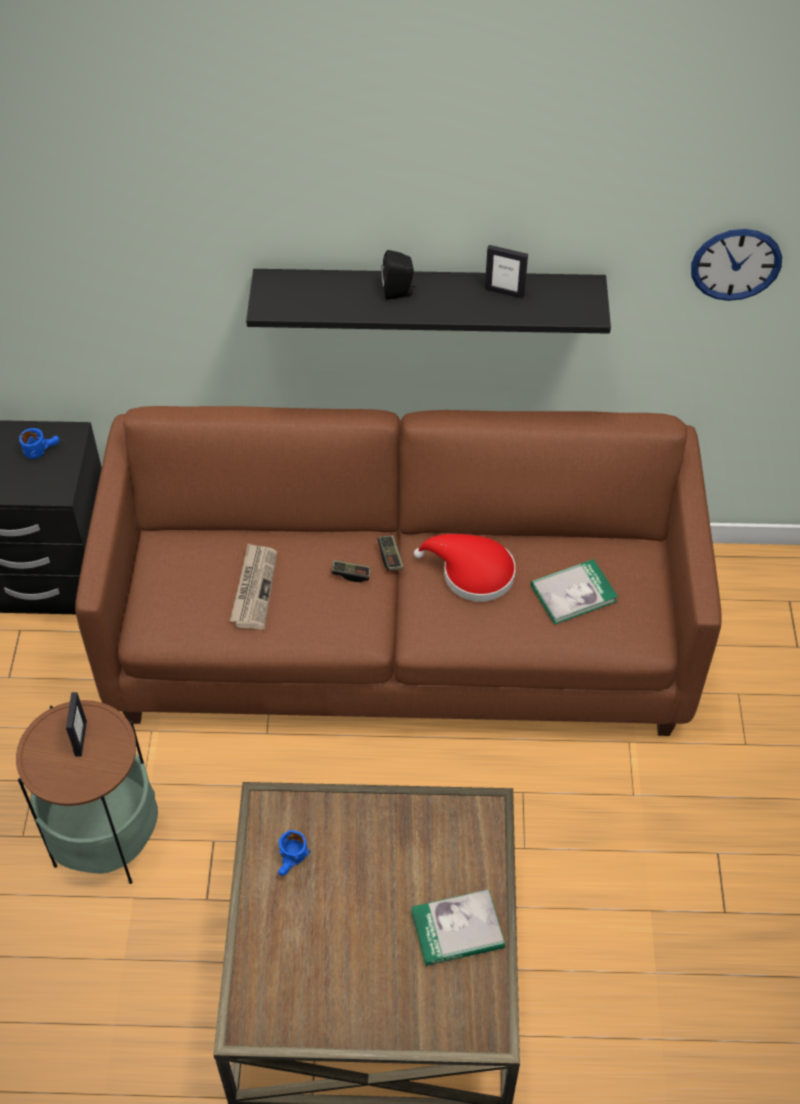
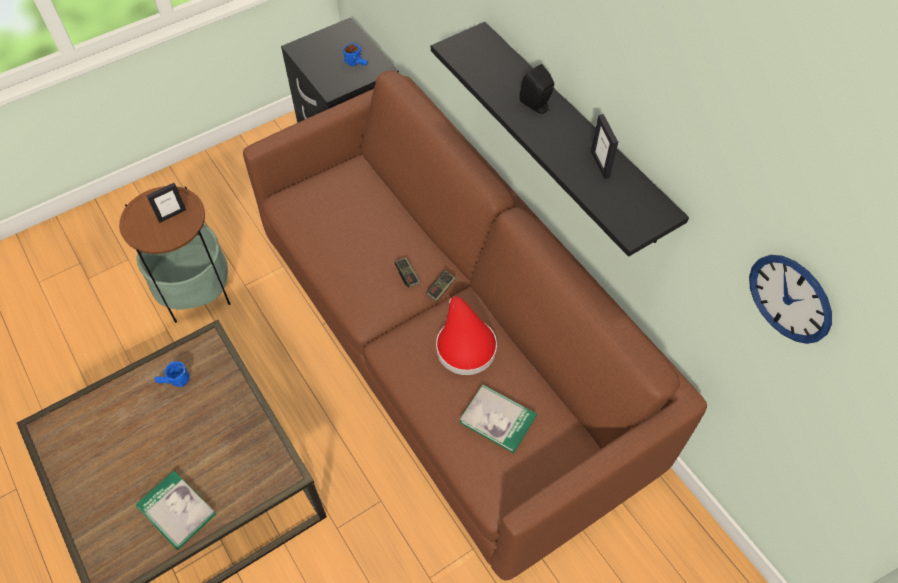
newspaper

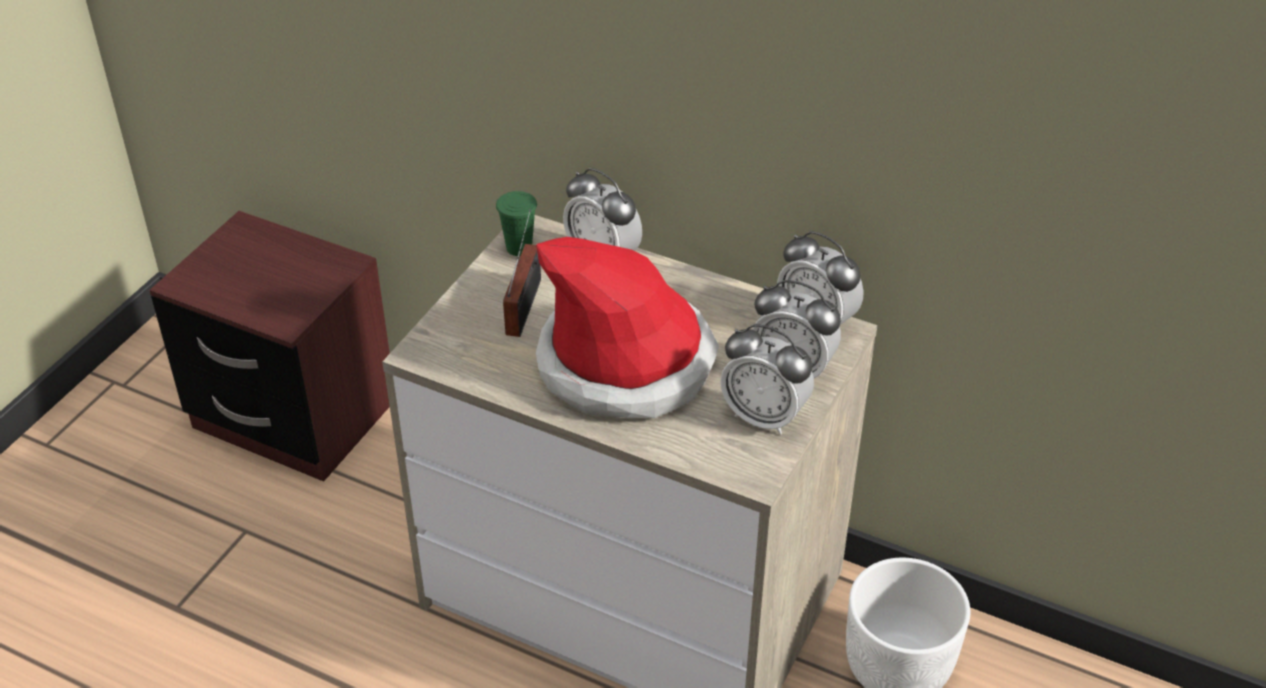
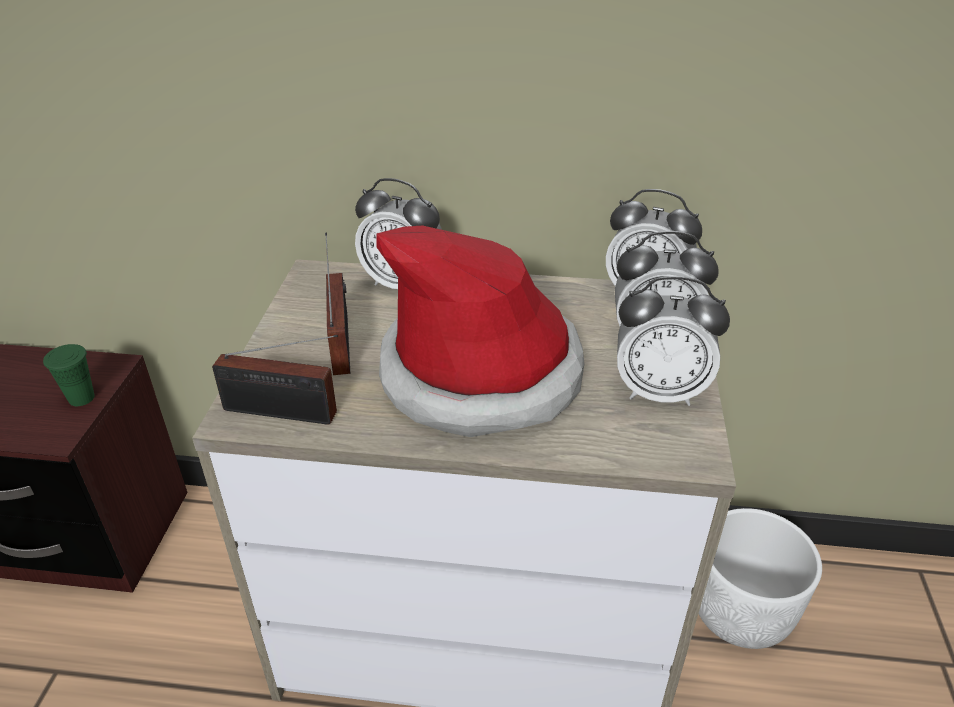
green cup
radio (no. 1 from left)

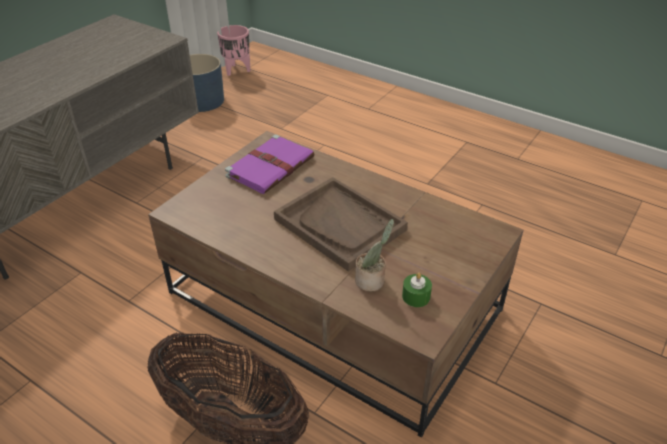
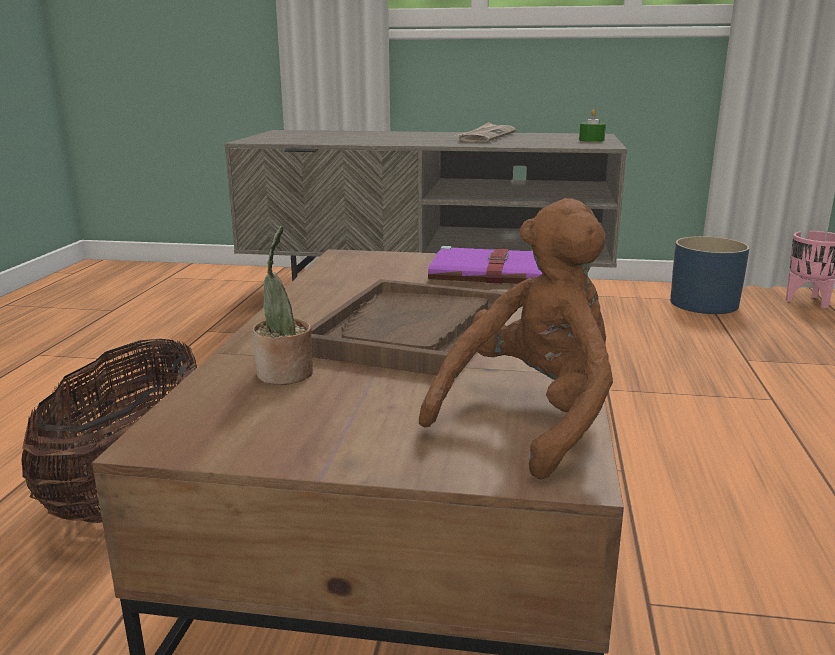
brown plush toy
newspaper
green candle

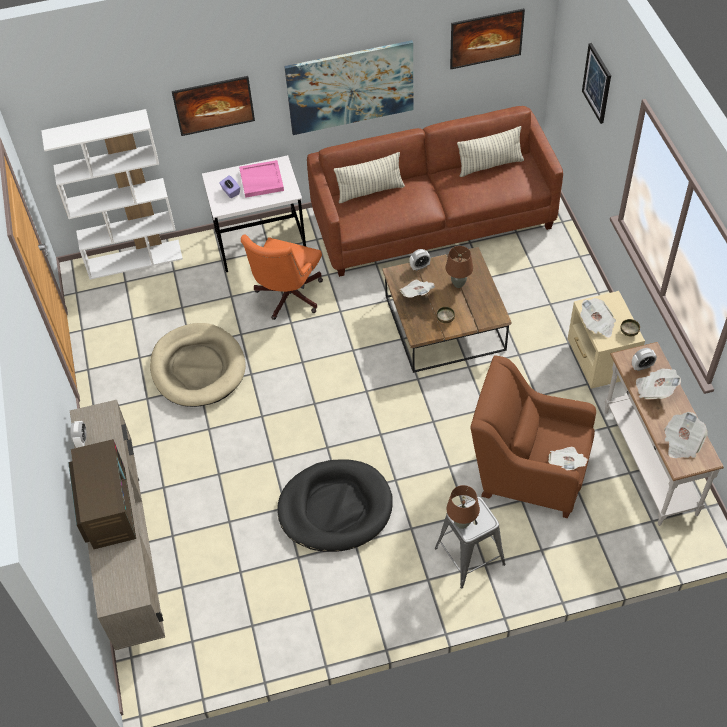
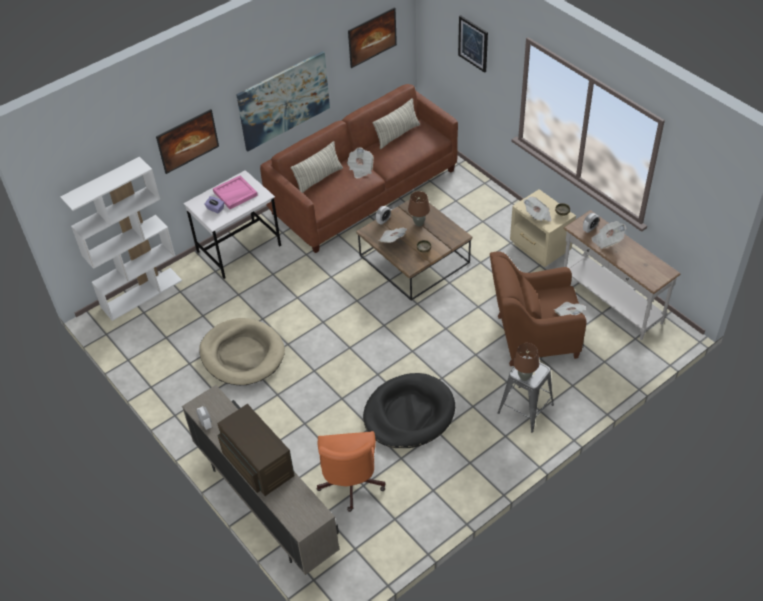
orange office chair
newspaper (no. 1 from left)

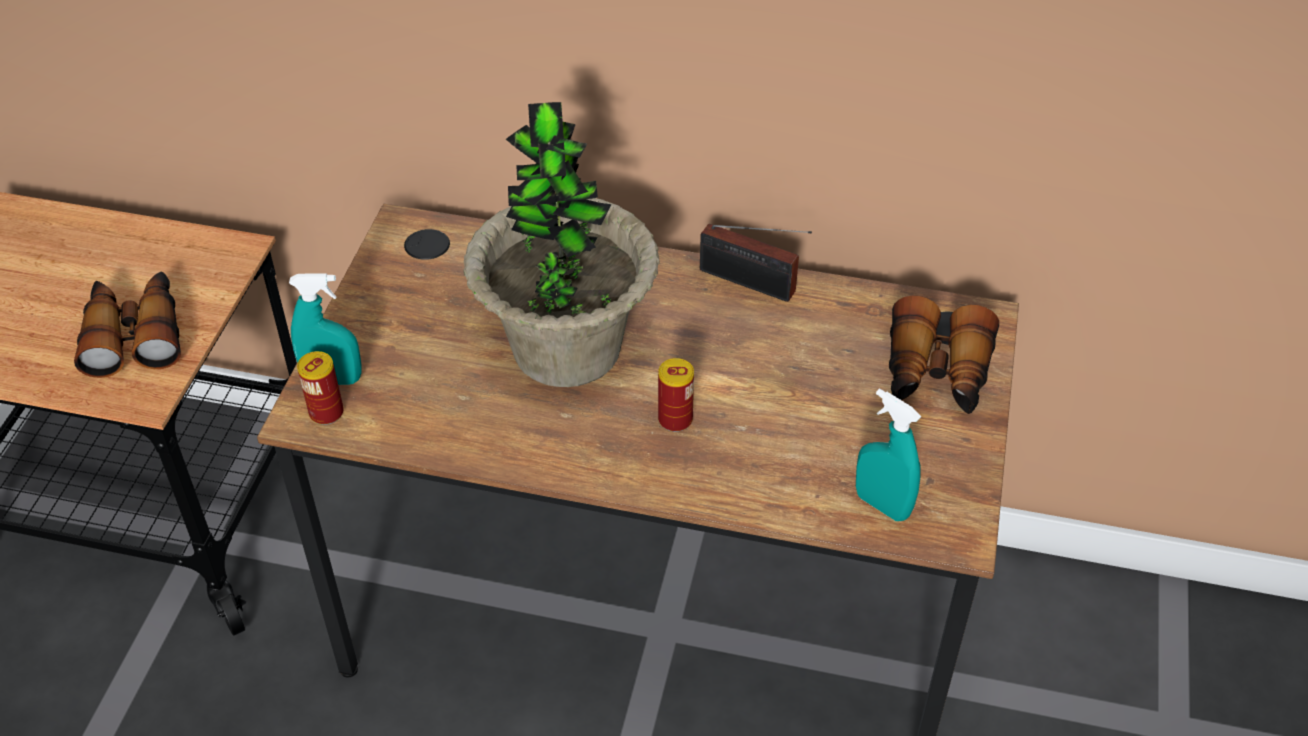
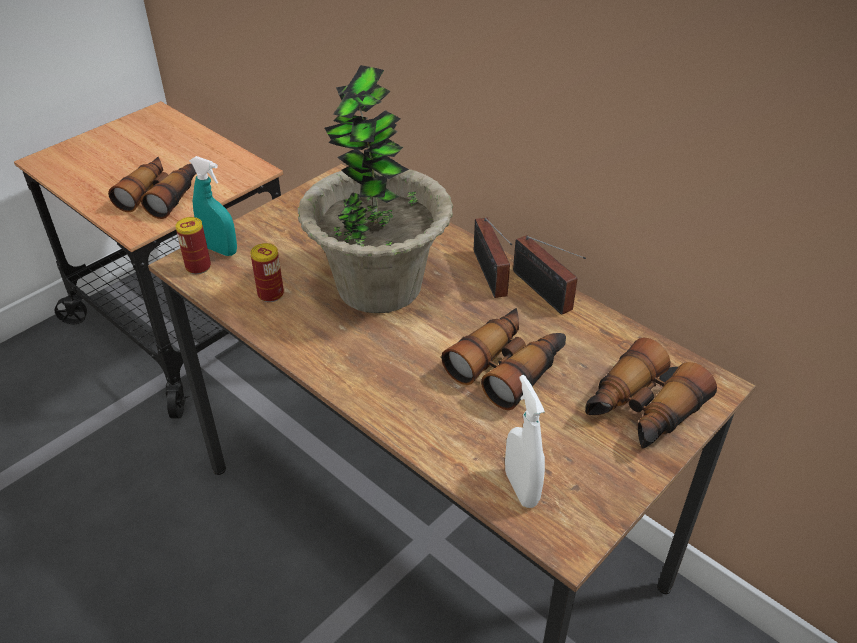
can (no. 2 from left)
binoculars (no. 2 from left)
radio (no. 1 from left)
white spray bottle

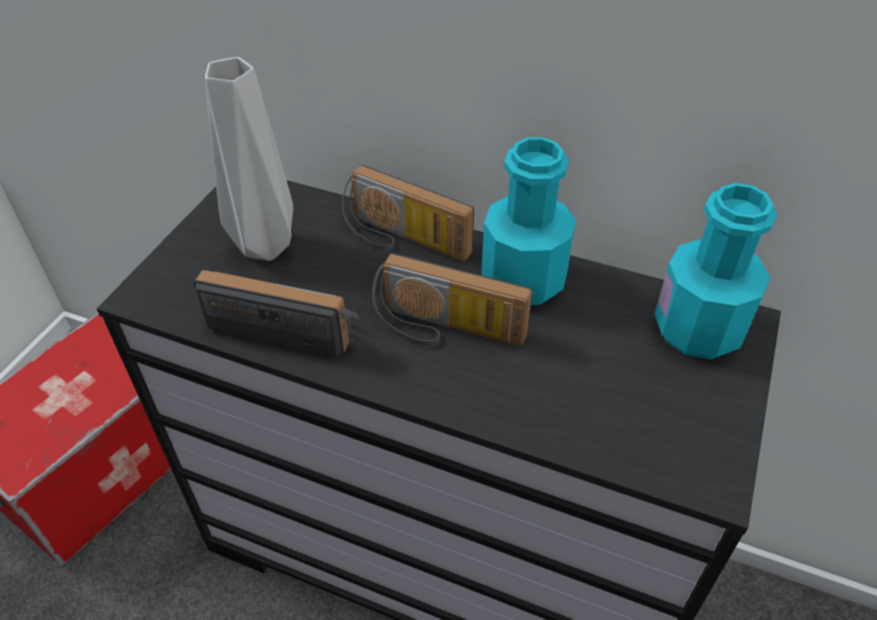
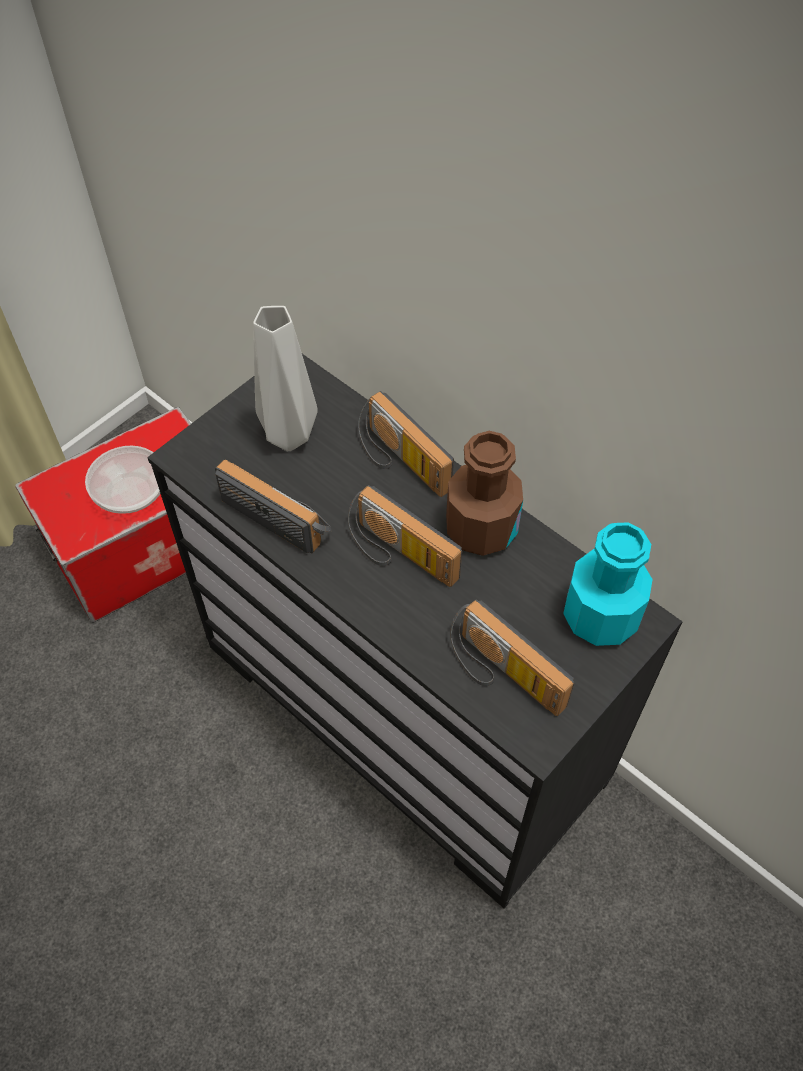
bowl
brown bottle
radio (no. 4 from left)

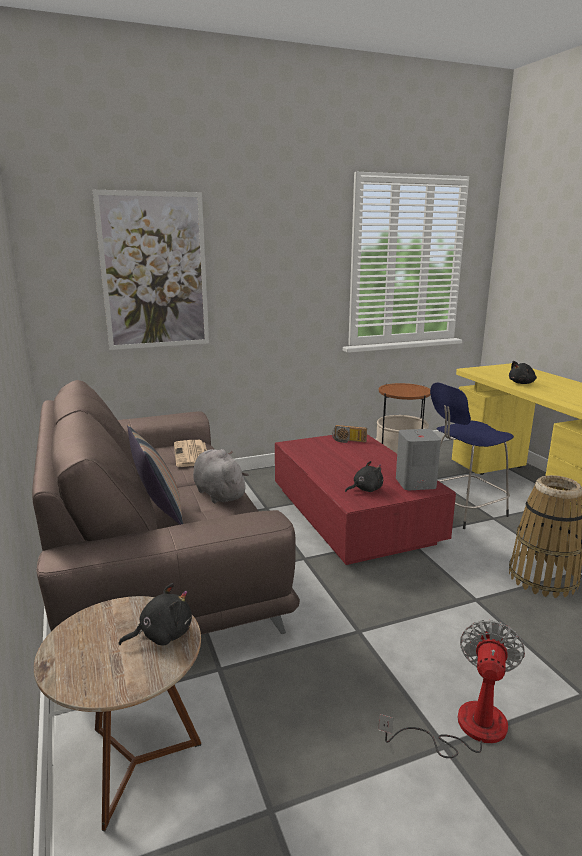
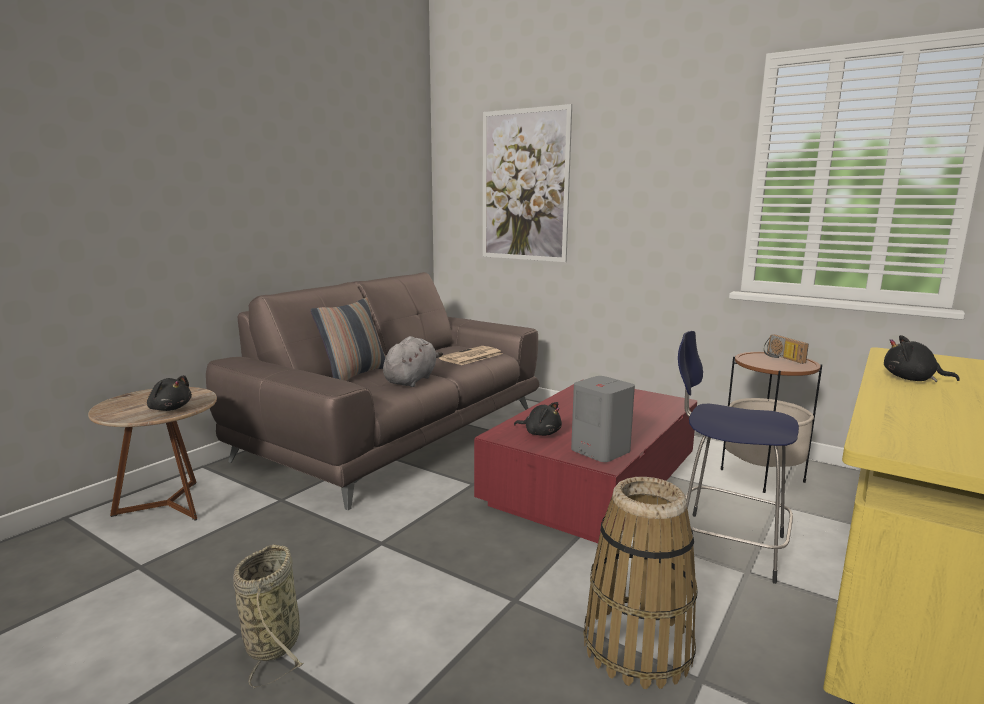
basket (no. 1 from left)
radio

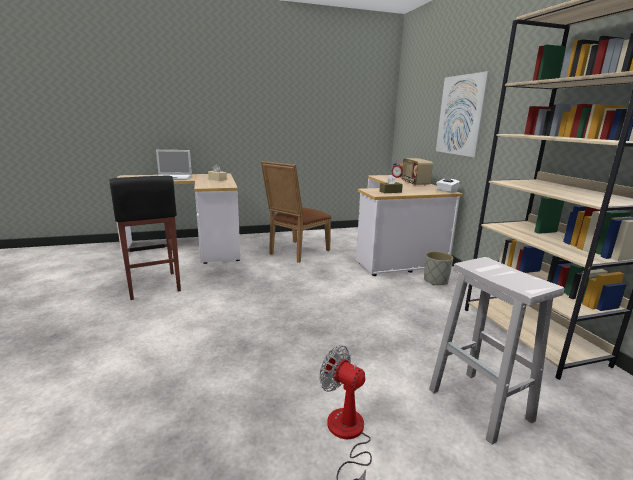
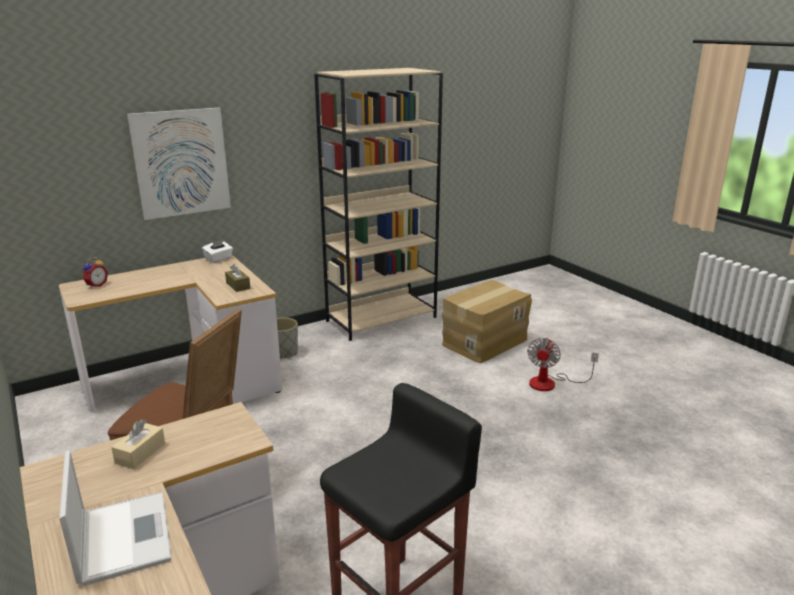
cardboard box
radio

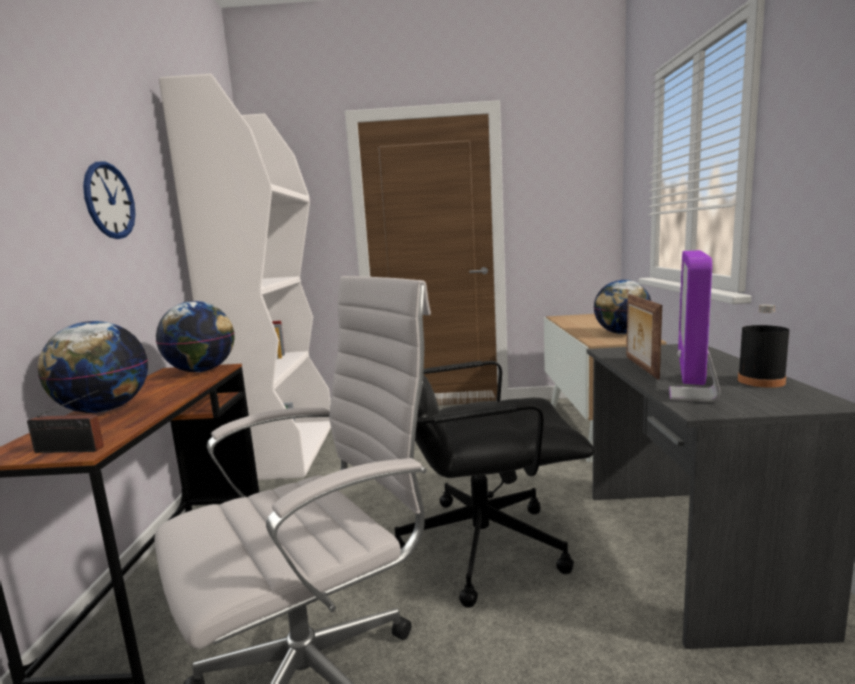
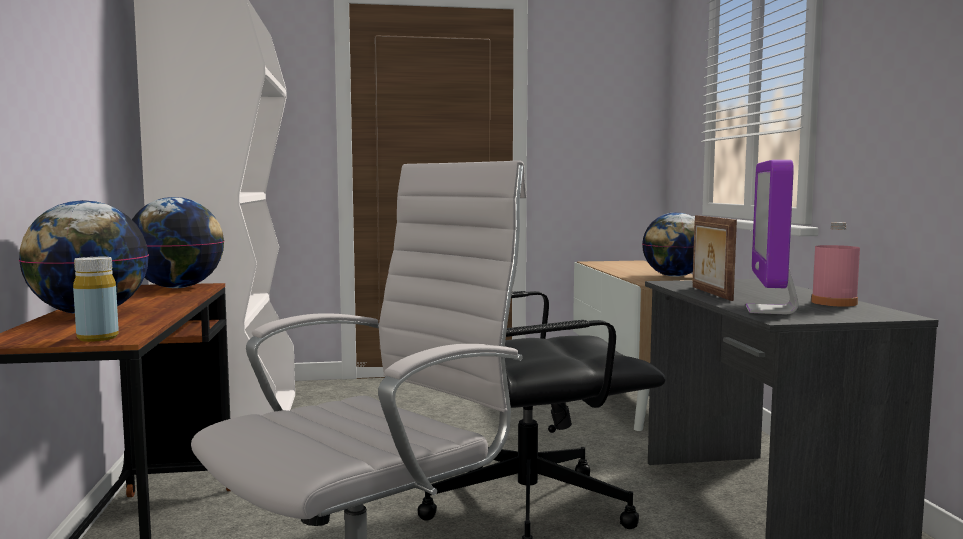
yellow bottle
pink bottle
wall clock

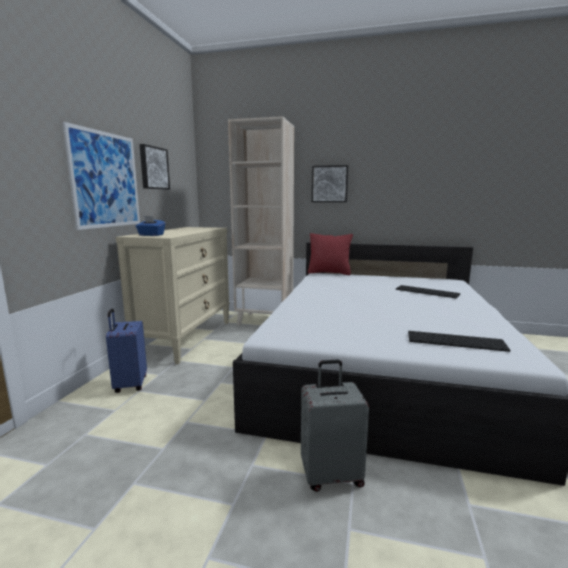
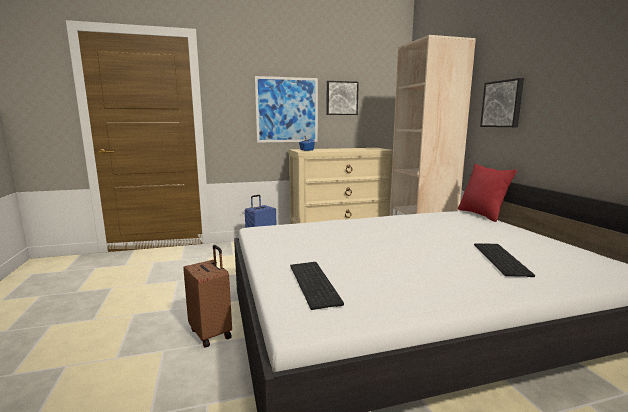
brown suitcase

